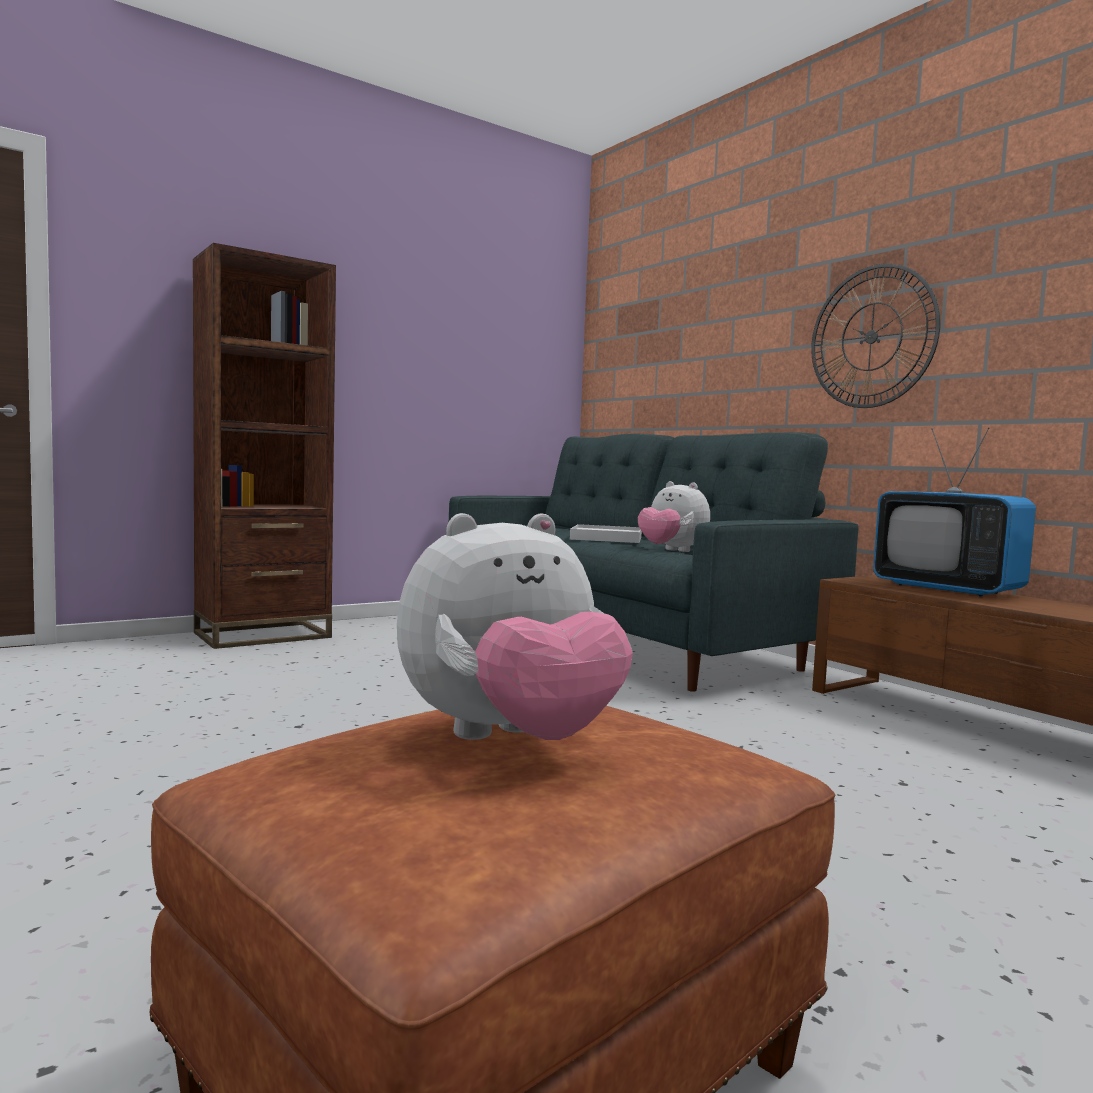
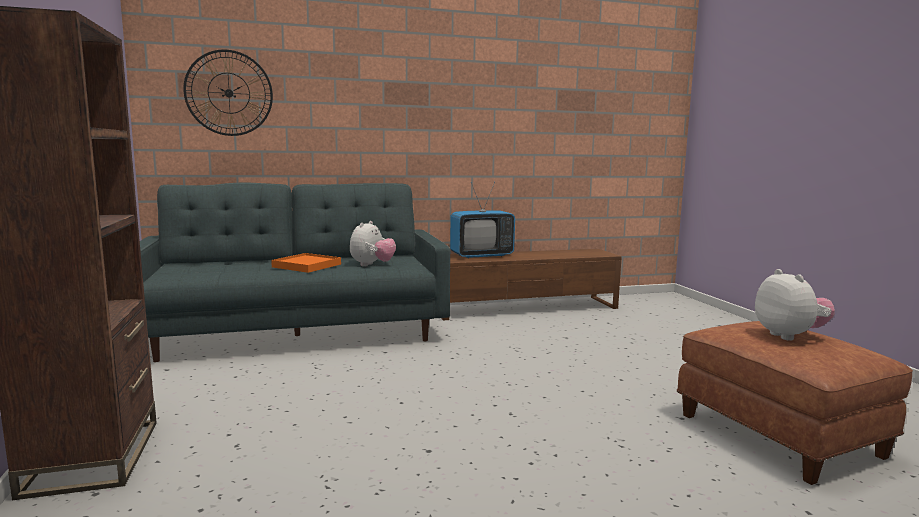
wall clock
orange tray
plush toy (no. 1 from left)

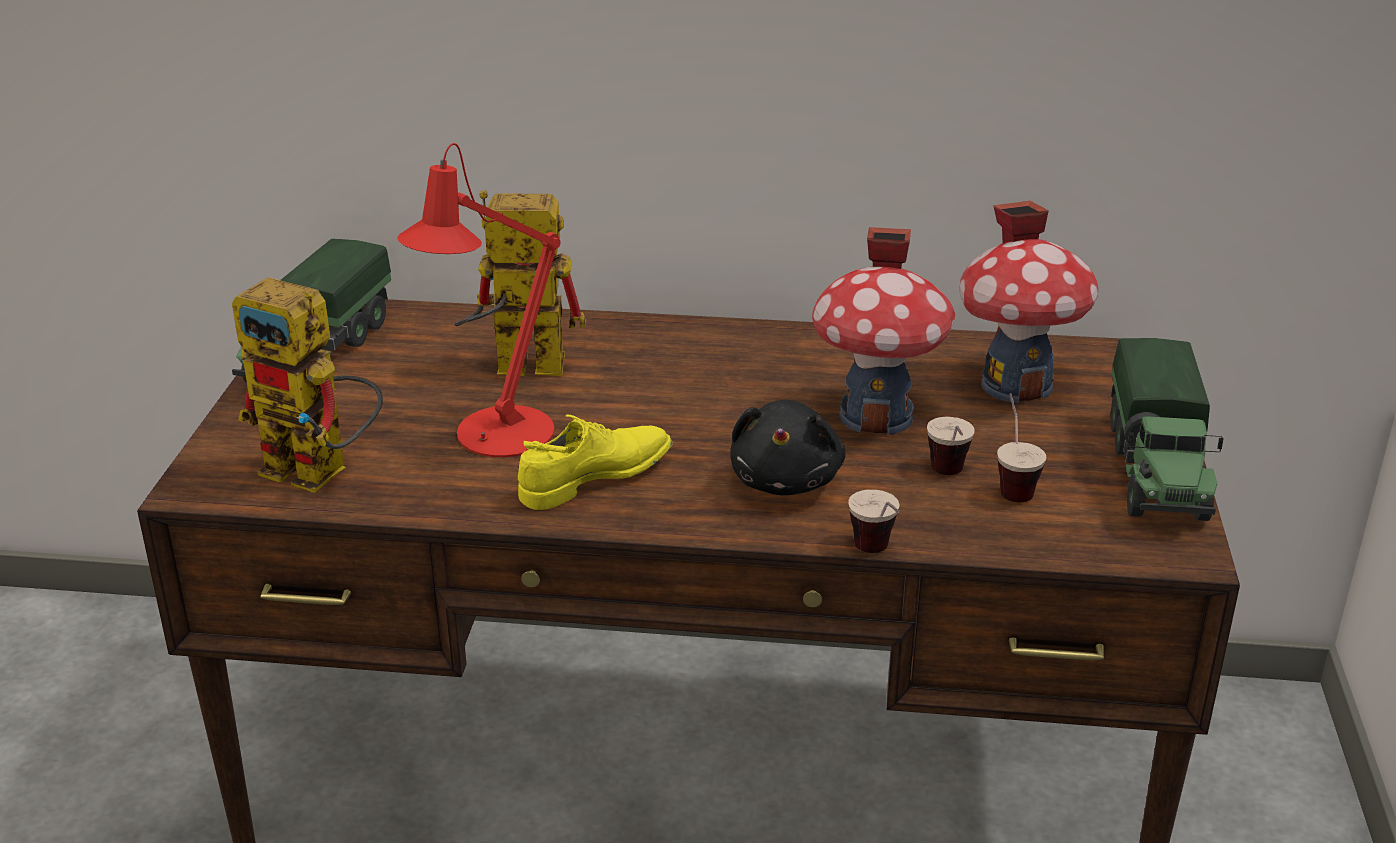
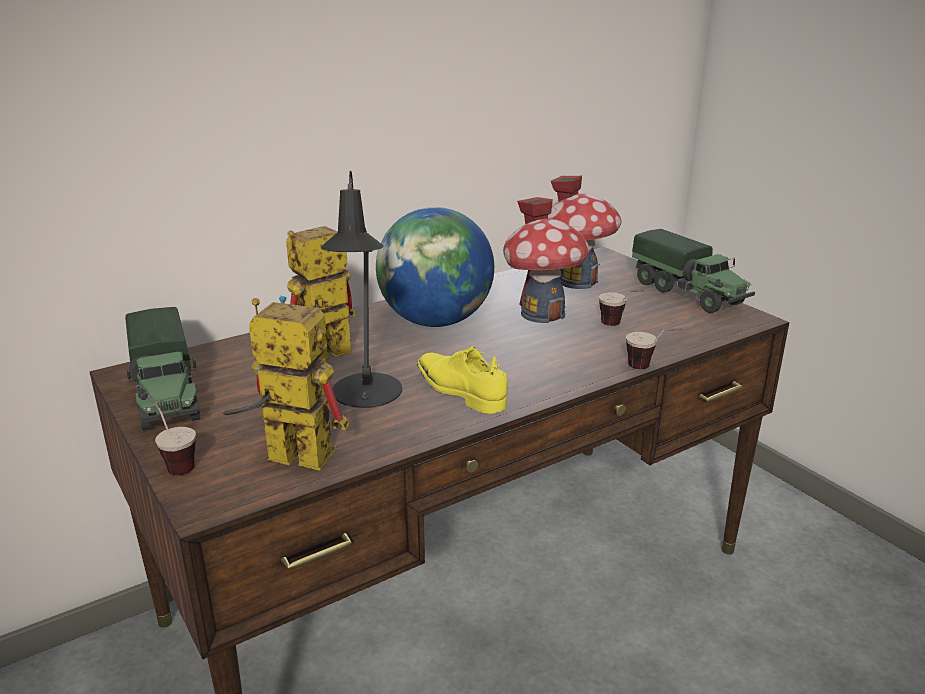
cup (no. 1 from left)
toy robot (no. 1 from left)
black table lamp
globe
yellow shoe
black plush toy

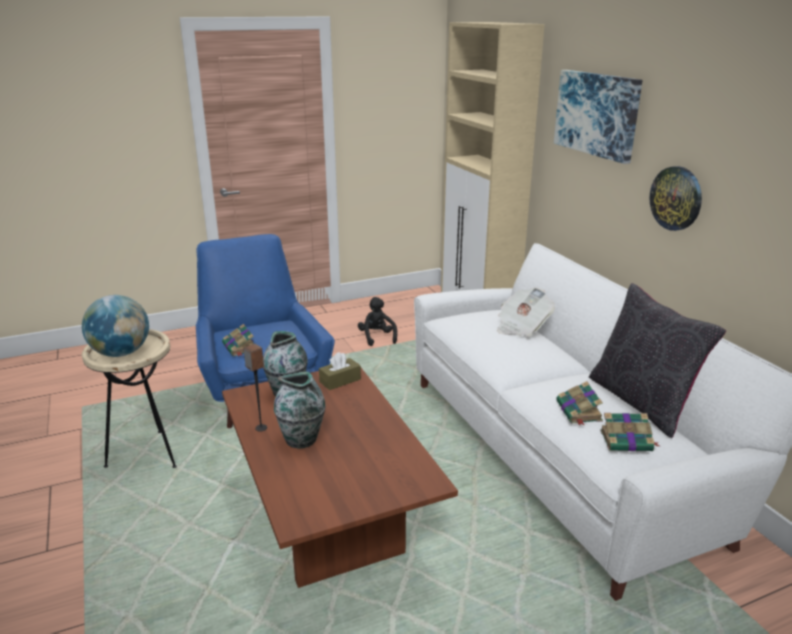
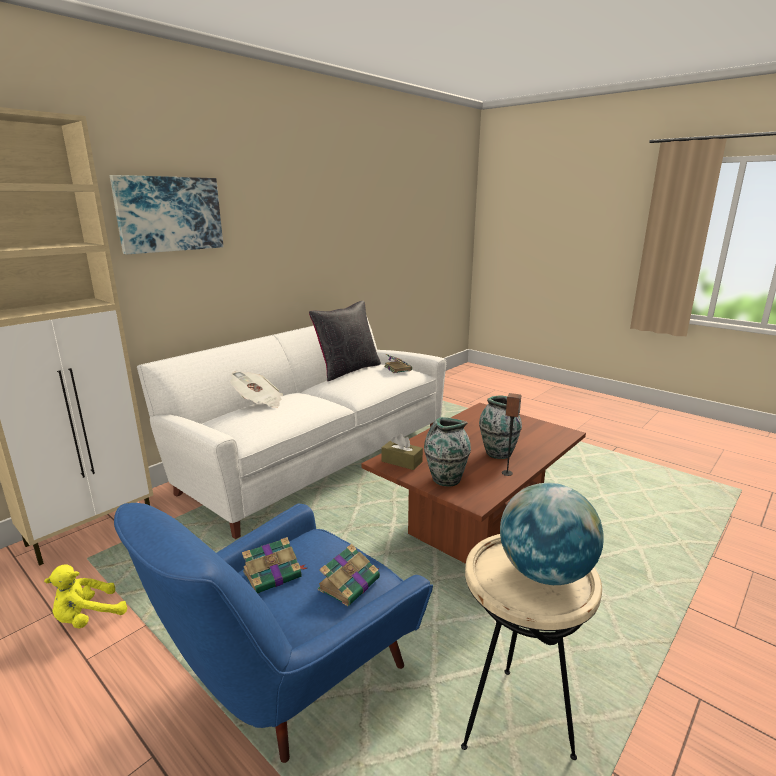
yellow plush toy
book (no. 1 from left)
wall clock

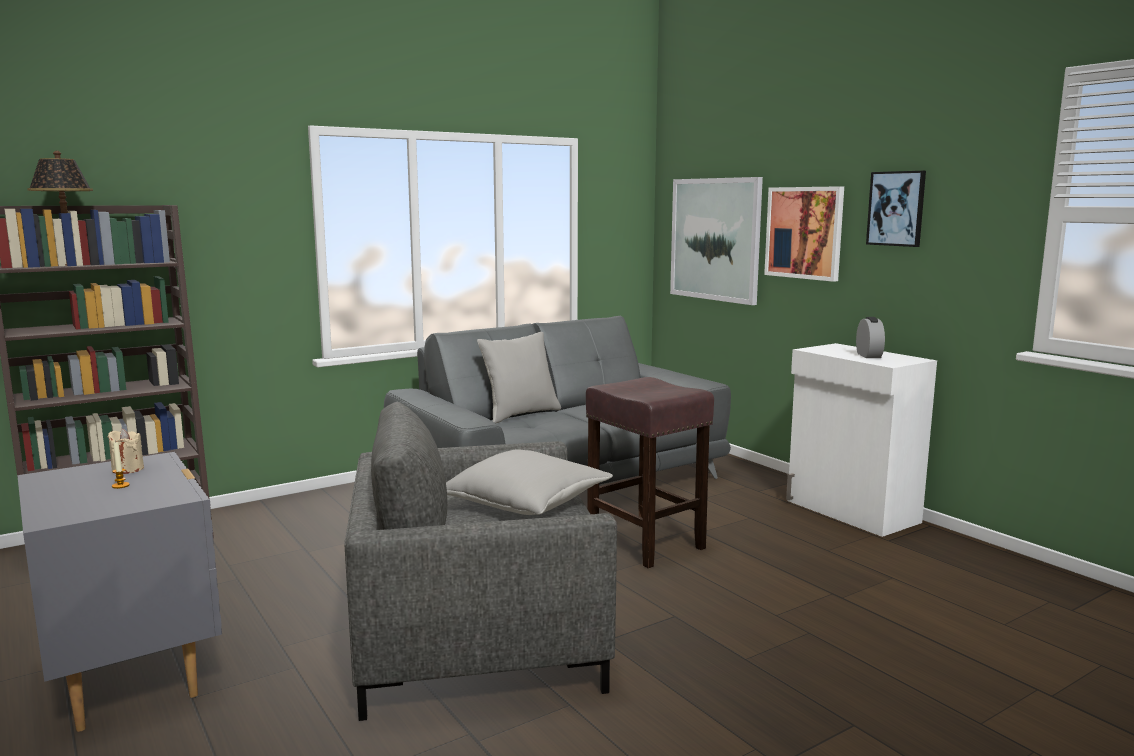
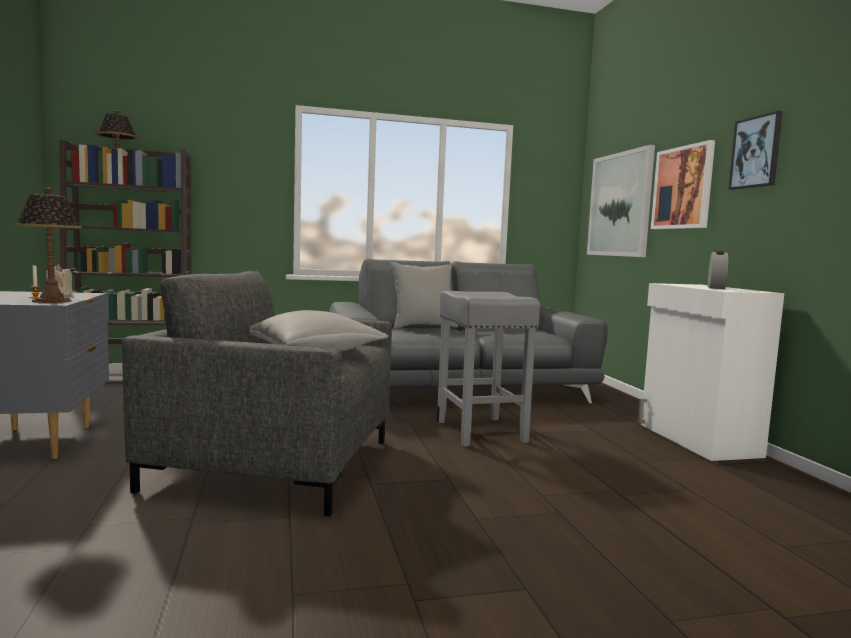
table lamp (no. 1 from left)
grey stool

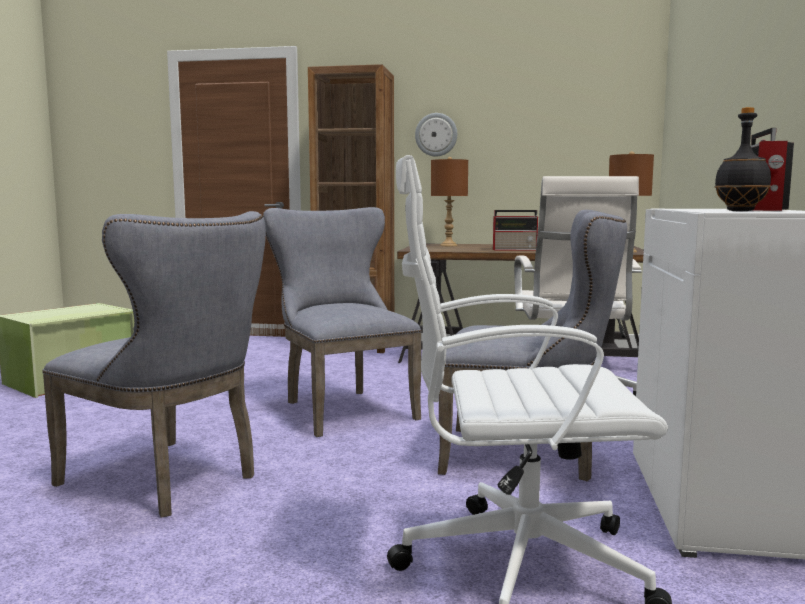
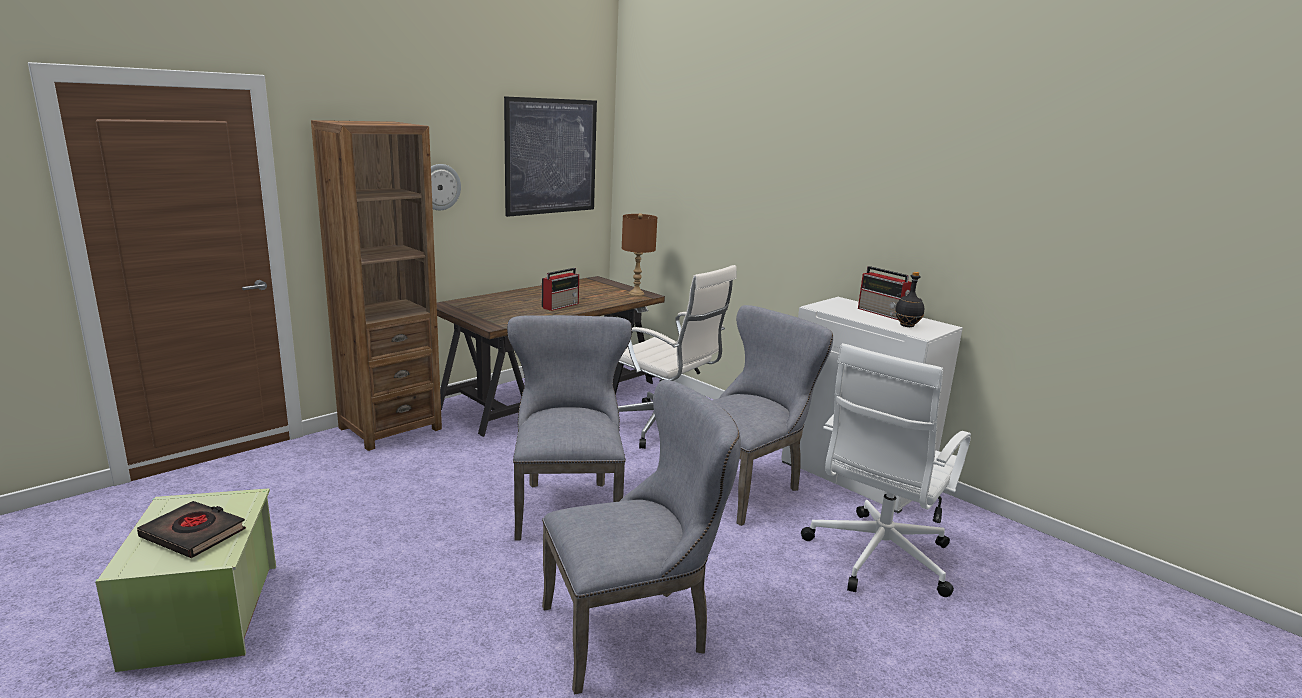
black book
picture
grey chair (no. 1 from left)
brown table lamp (no. 1 from left in the first image)

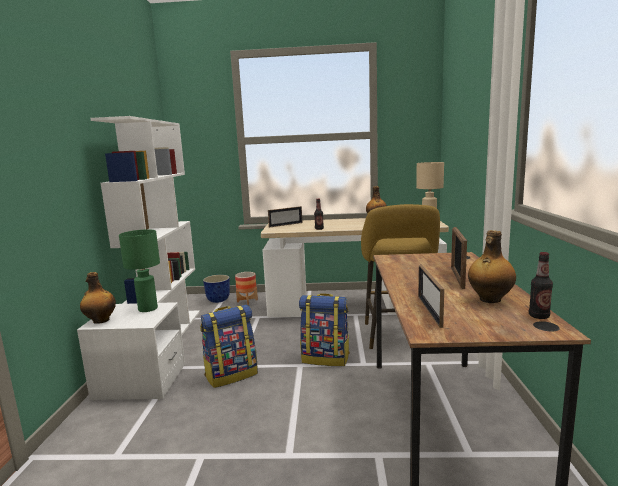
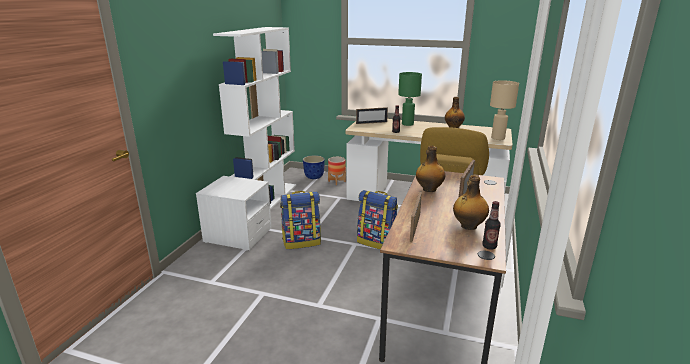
green table lamp
bottle (no. 2 from left)

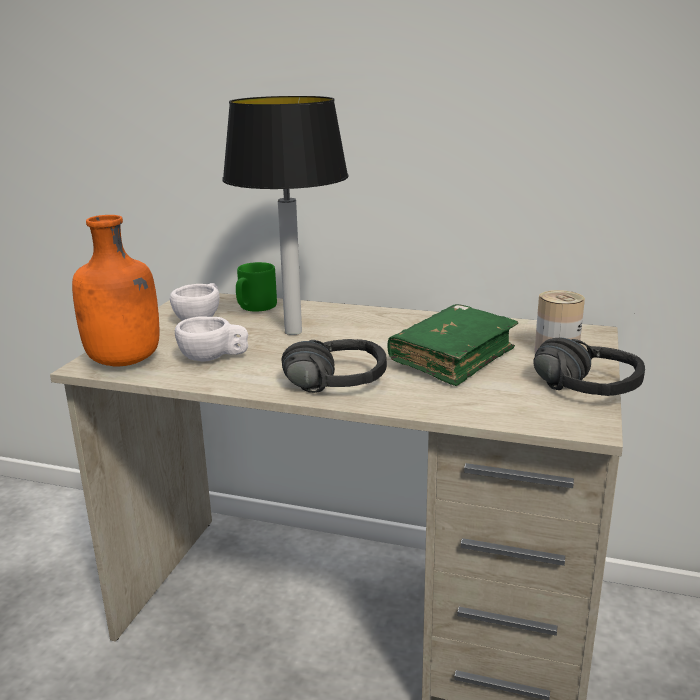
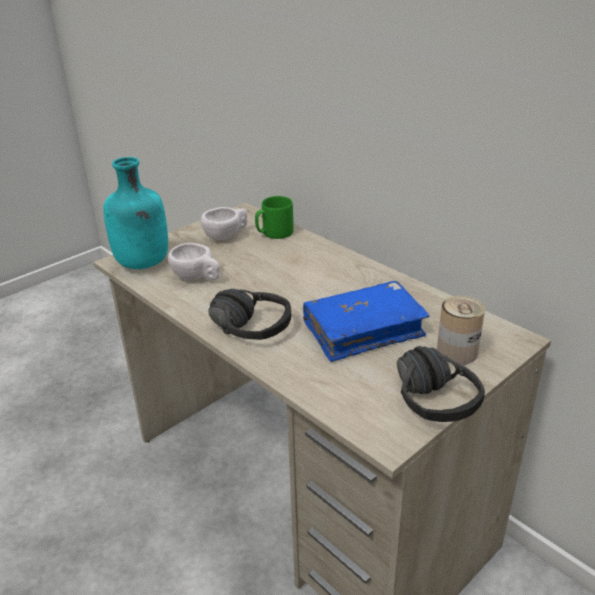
turquoise bottle
blue book
table lamp

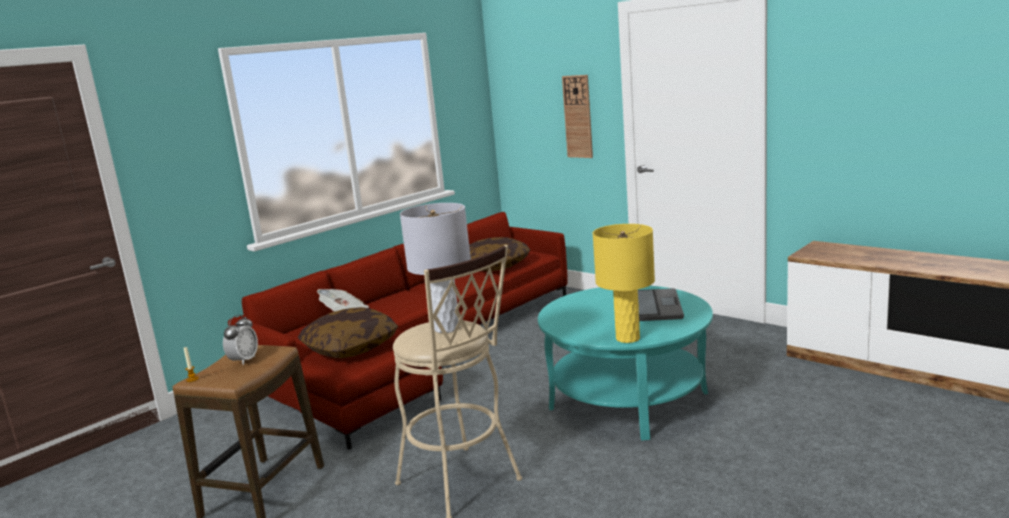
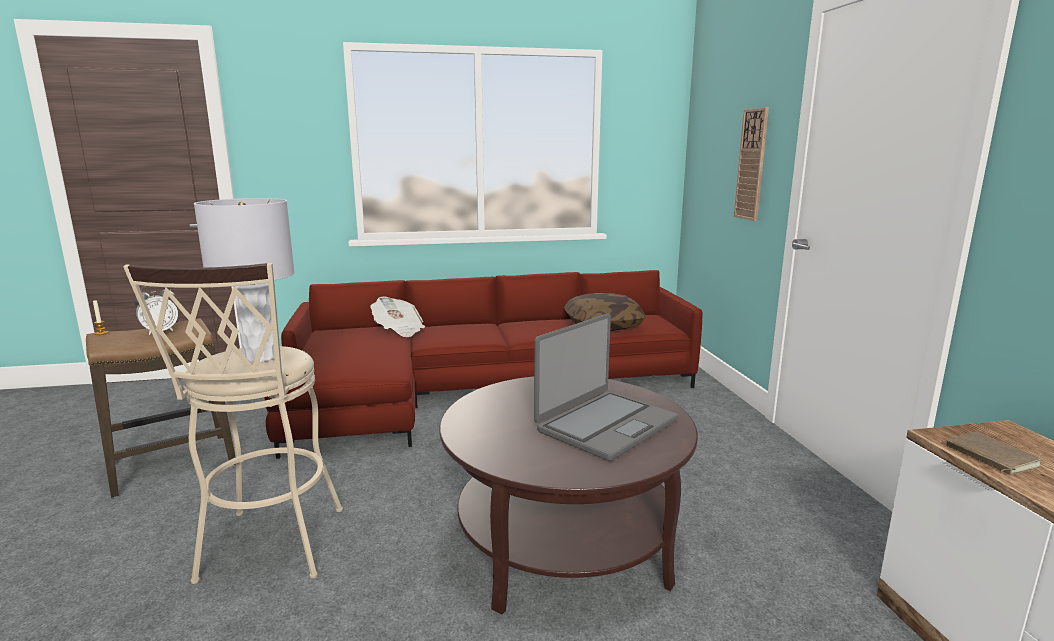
brown coffee table
brown book
pillow (no. 1 from left in the first image)
yellow table lamp

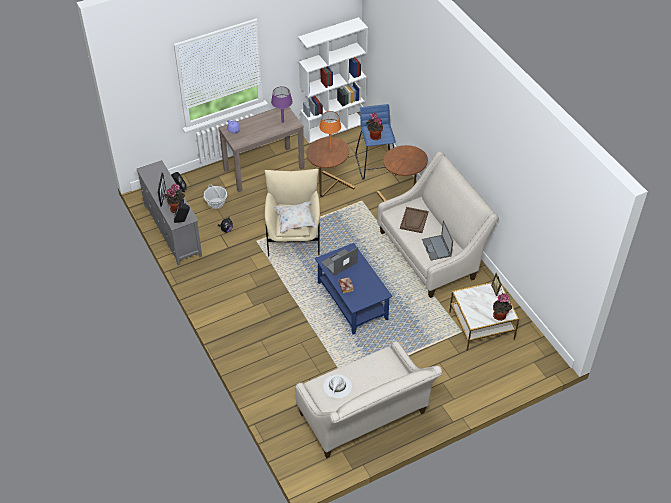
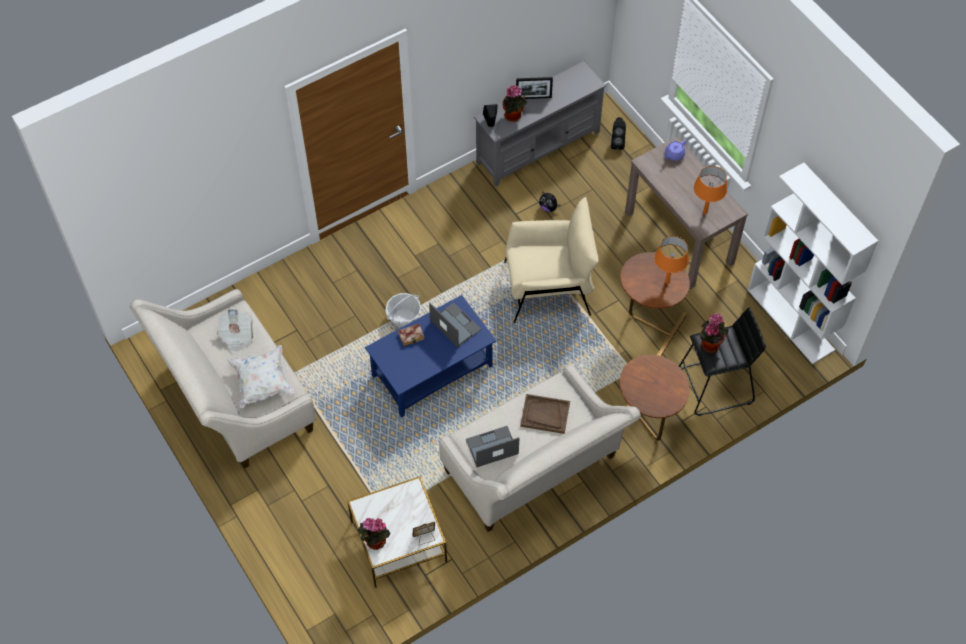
newspaper
white pillow
basket
black stool
orange table lamp (no. 2 from left)

